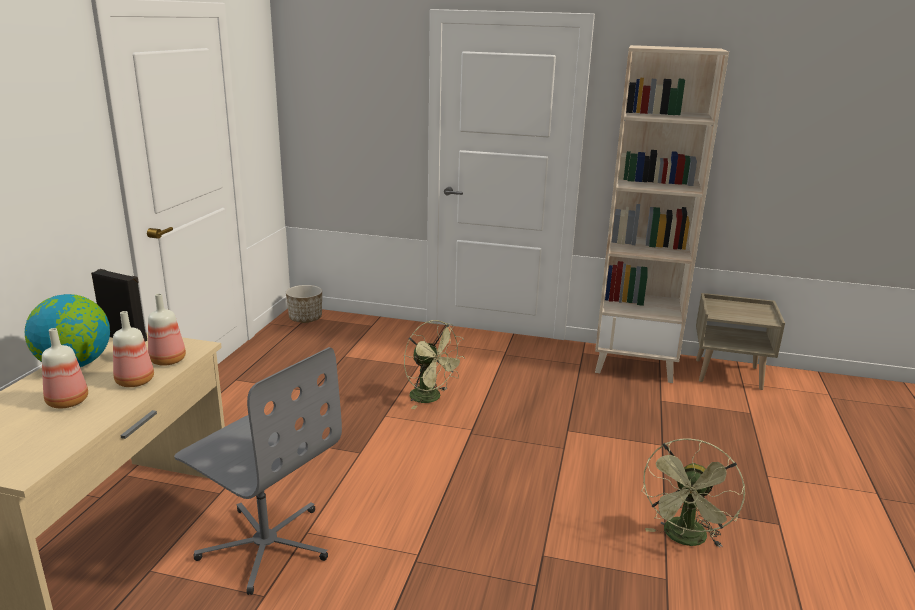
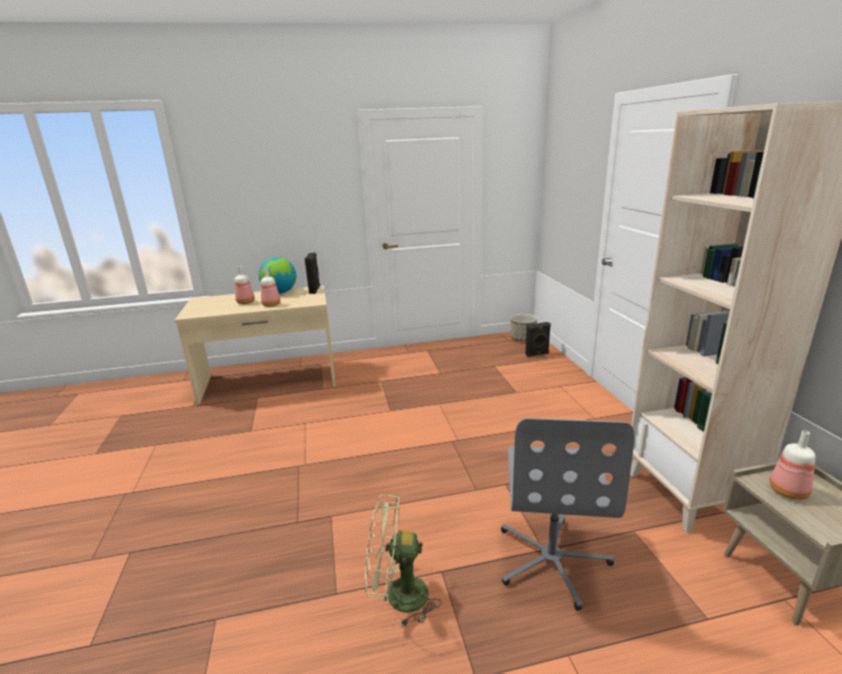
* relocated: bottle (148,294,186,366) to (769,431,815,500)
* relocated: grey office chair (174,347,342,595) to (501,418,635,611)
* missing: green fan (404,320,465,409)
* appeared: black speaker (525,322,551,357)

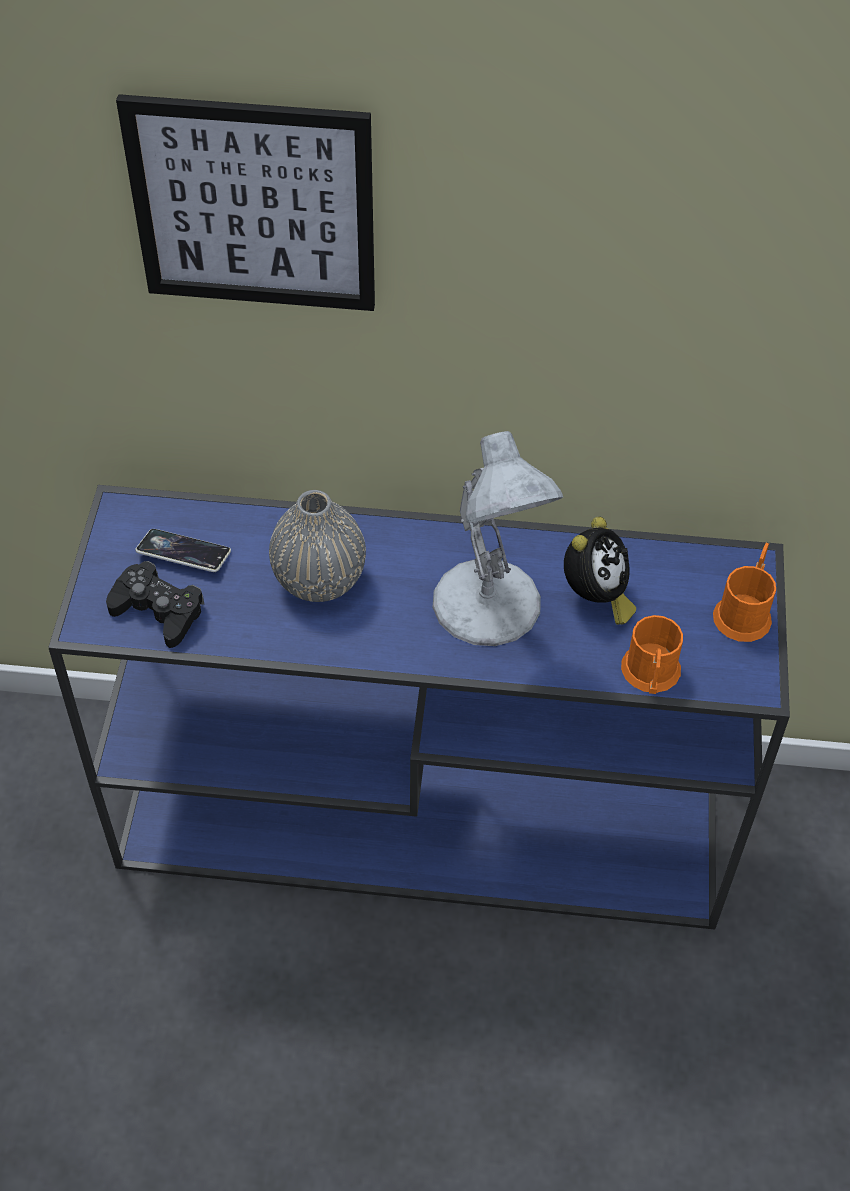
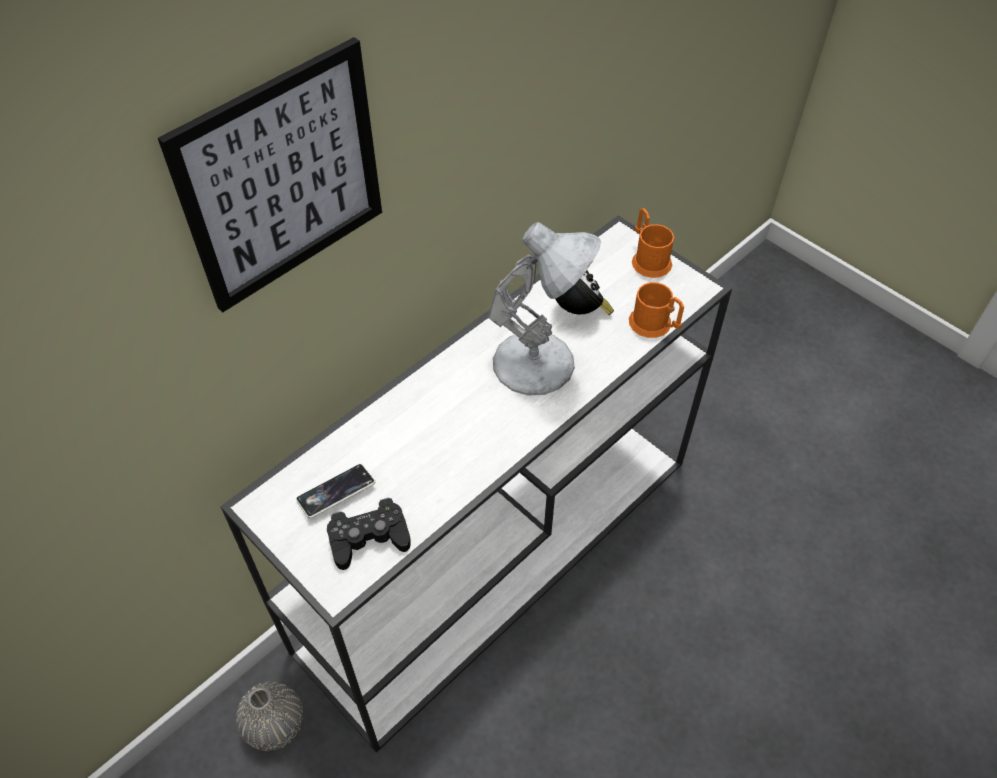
* colour: blue console table (48,485,790,930) to white console table (221,215,732,753)
* relocated: grey vase (269,490,366,602) to (236,681,303,751)

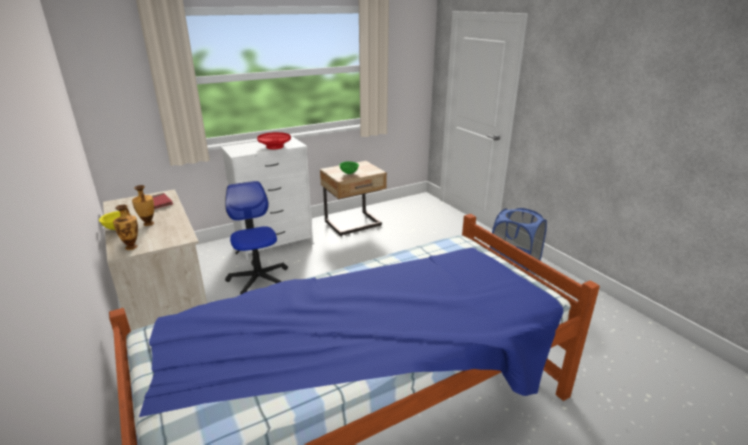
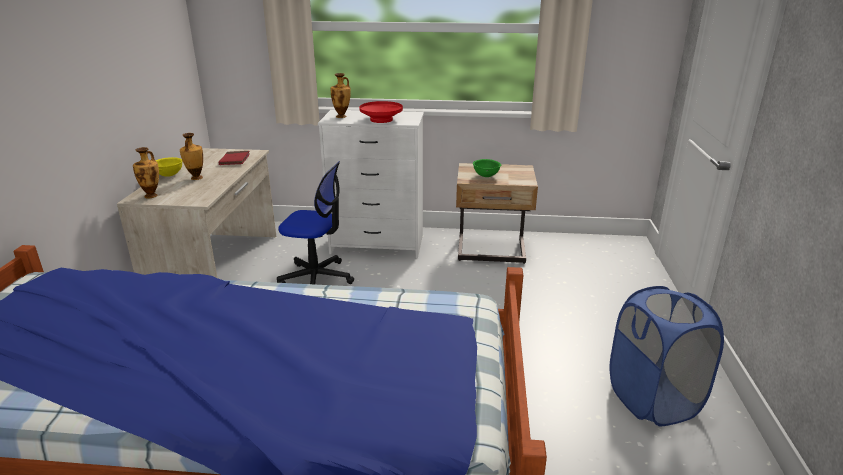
* spun: office chair (225,181,288,294) = (277,161,354,285) 90 degrees clockwise
* appeared: vase (331,73,351,118)

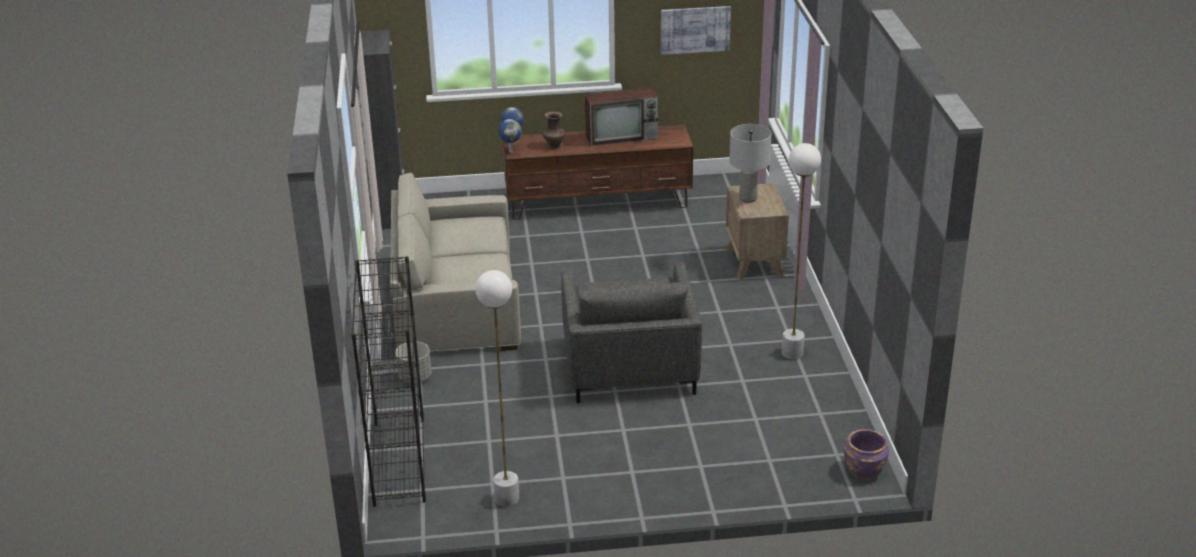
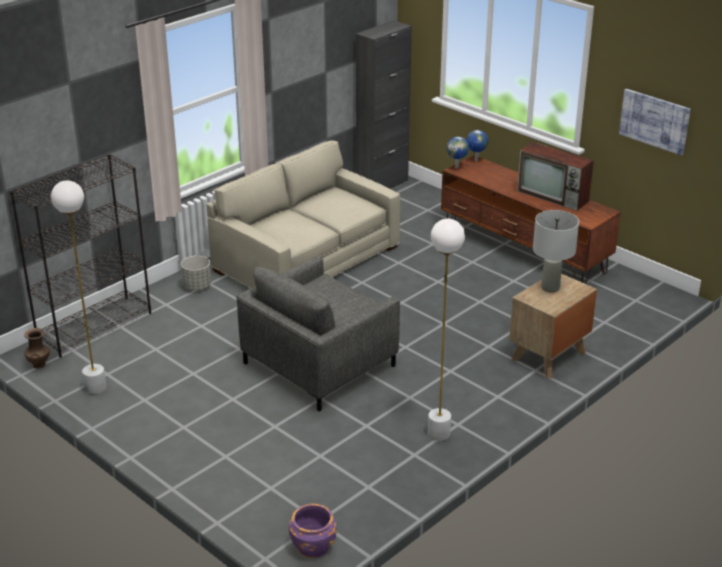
* relocated: brown vase (543,112,565,149) to (24,328,50,369)

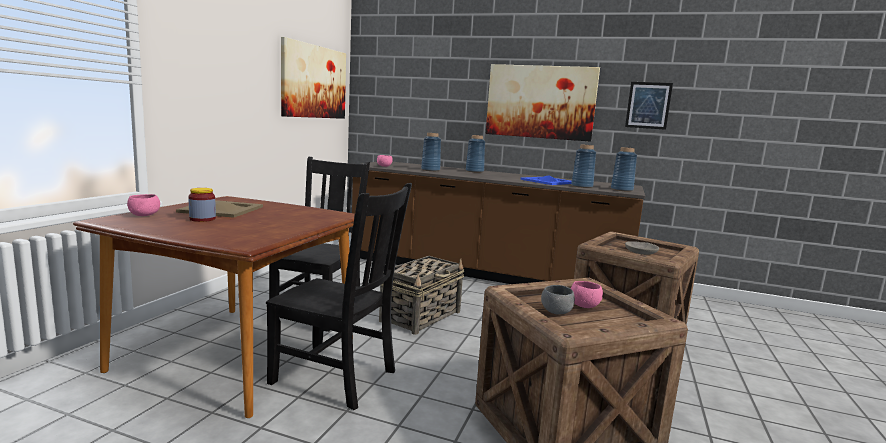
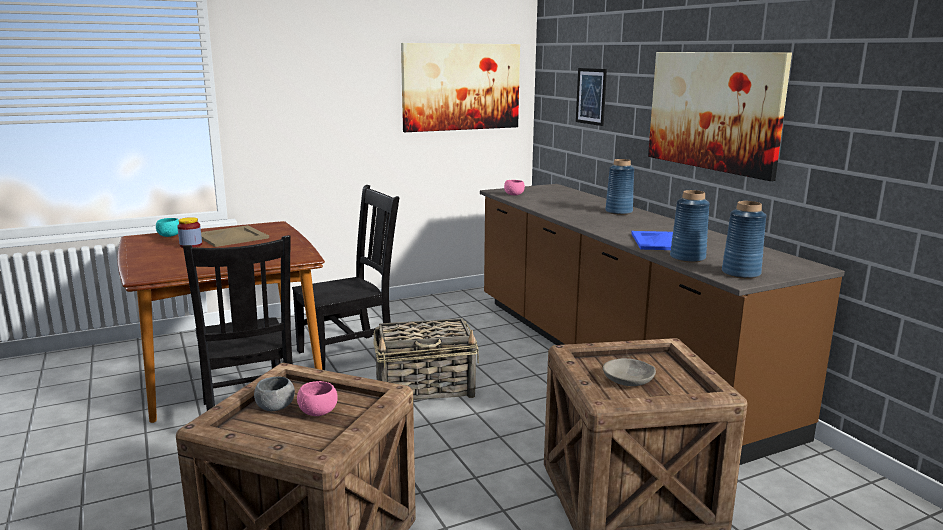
* colour: pink bowl (127,194,160,216) to turquoise bowl (156,218,179,237)
* missing: blue vase (421,133,441,171)
* relocated: picture (625,82,673,130) to (576,68,607,126)

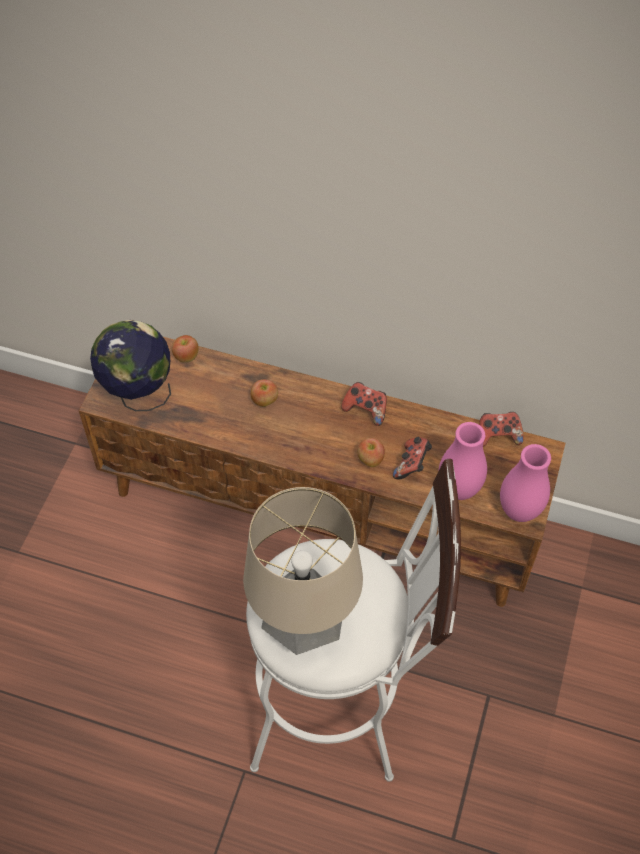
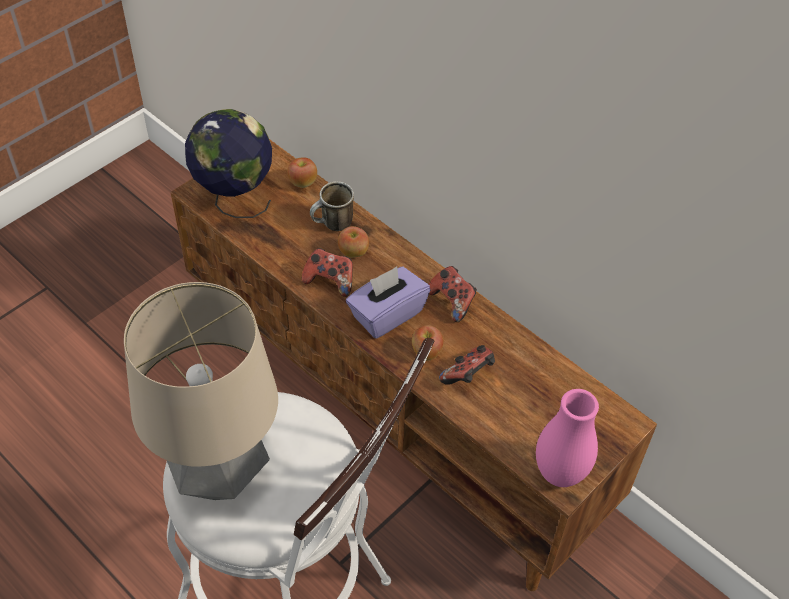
* missing: pink vase (439,422,487,500)
* relocated: game controller (479,412,524,447) to (302,248,353,297)
* appeared: mug (310,181,354,231)
* appeared: purple tissue box (346,267,430,339)

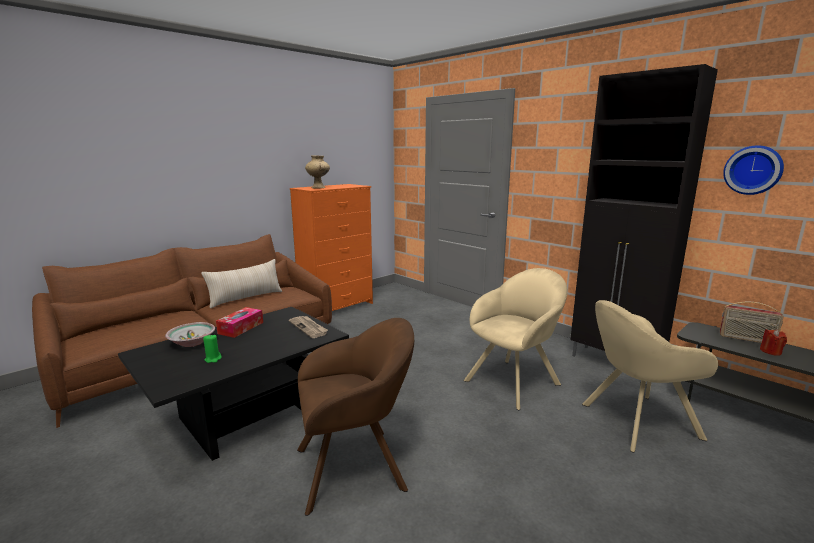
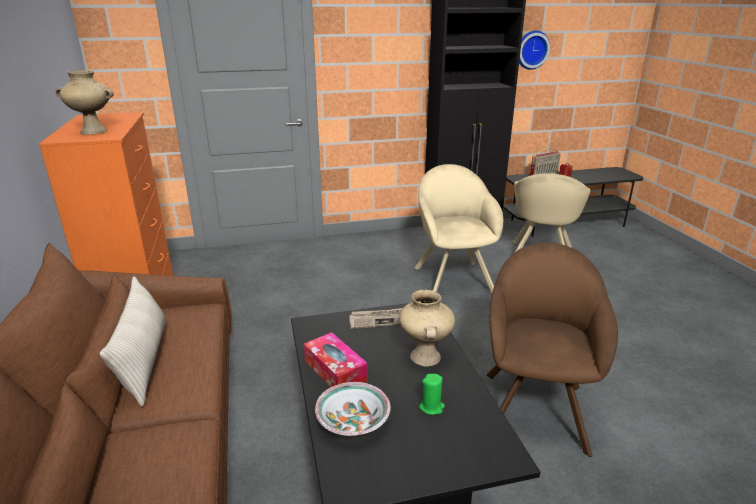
* appeared: beige vase (399,290,455,366)

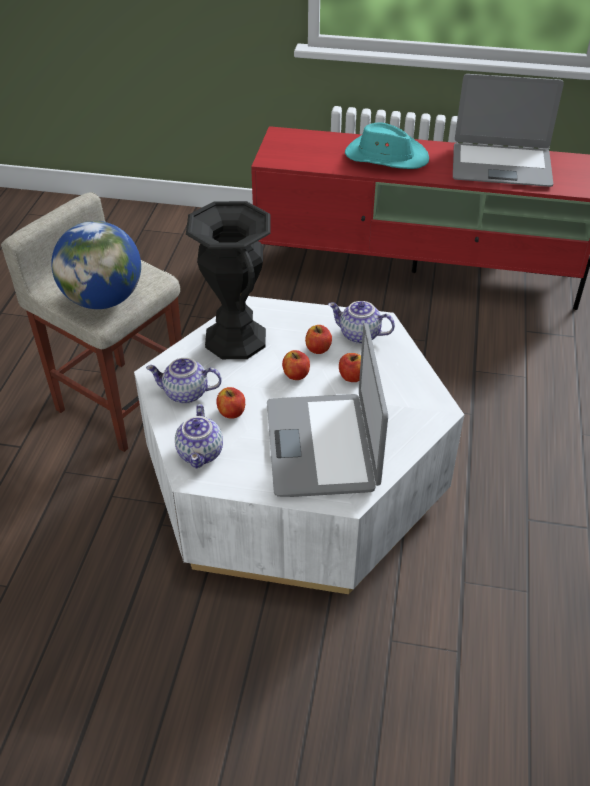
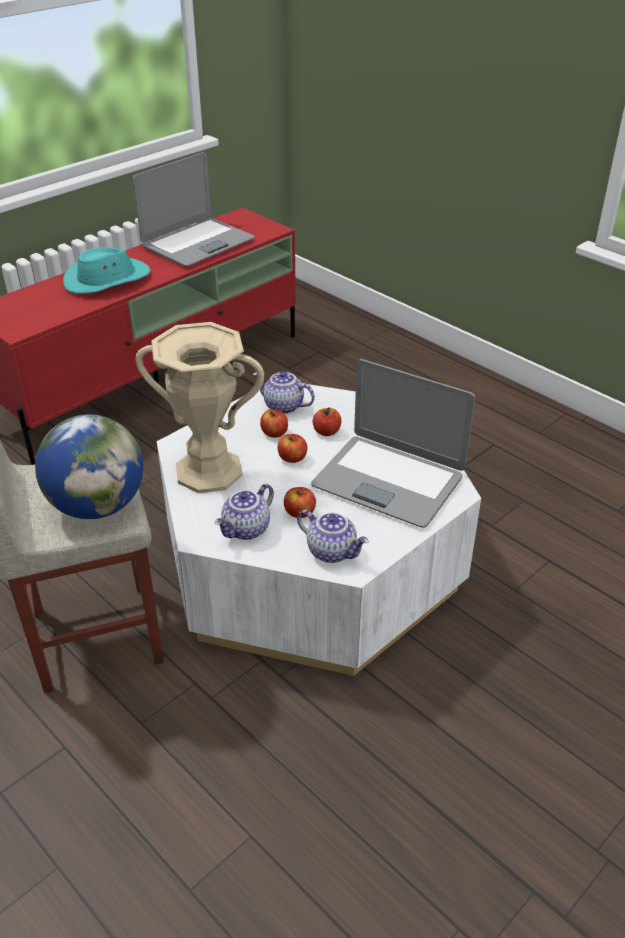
* colour: black vase (186,201,271,359) to beige vase (136,322,264,493)
* spun: teapot (328,301,395,344) = (253,371,315,414) 60 degrees clockwise

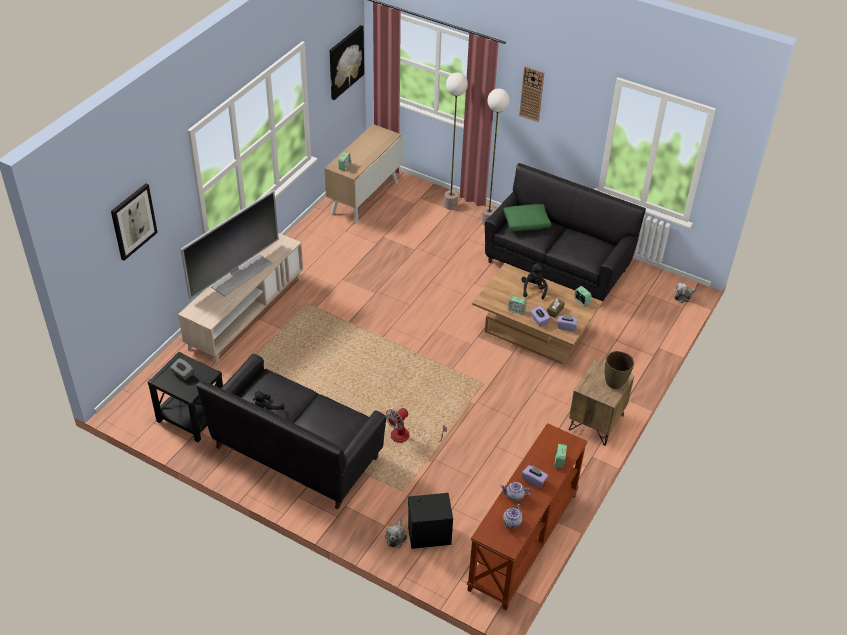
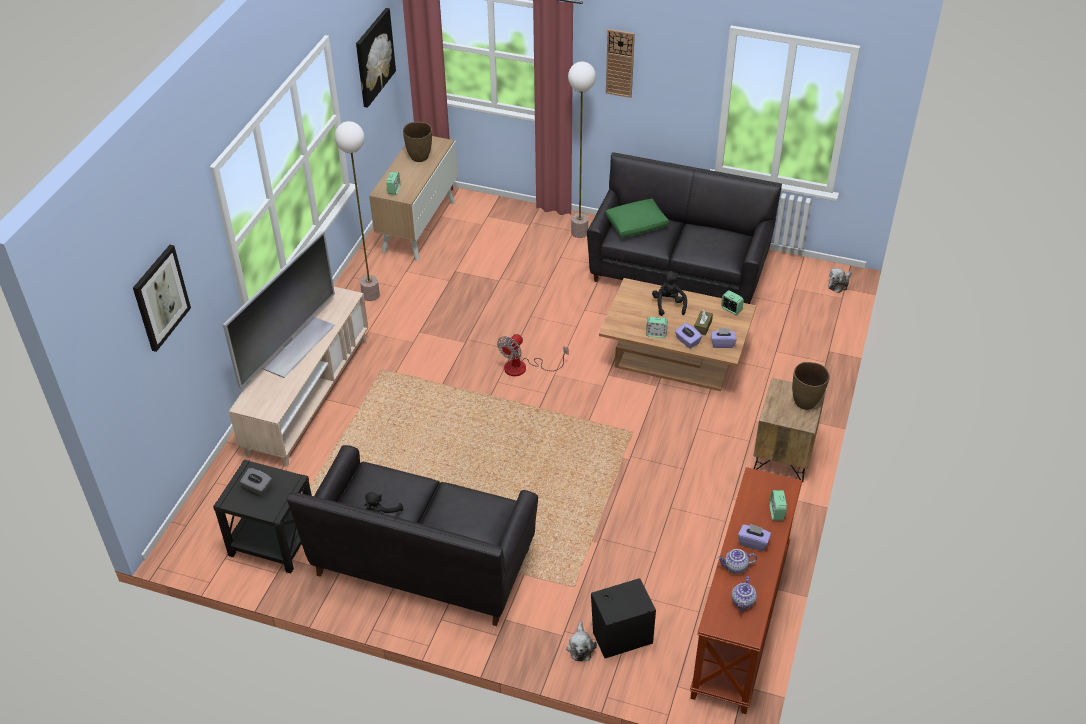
* relocated: fan (385,408,447,444) to (497,334,569,376)
* relocated: floor lamp (444,73,468,210) to (334,121,380,301)
* appeared: brown vase (403,122,432,162)

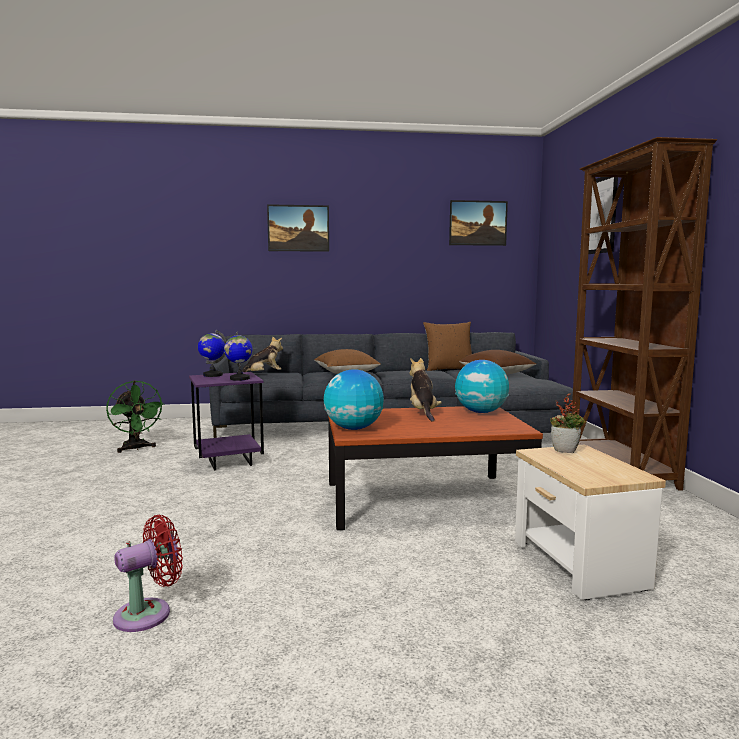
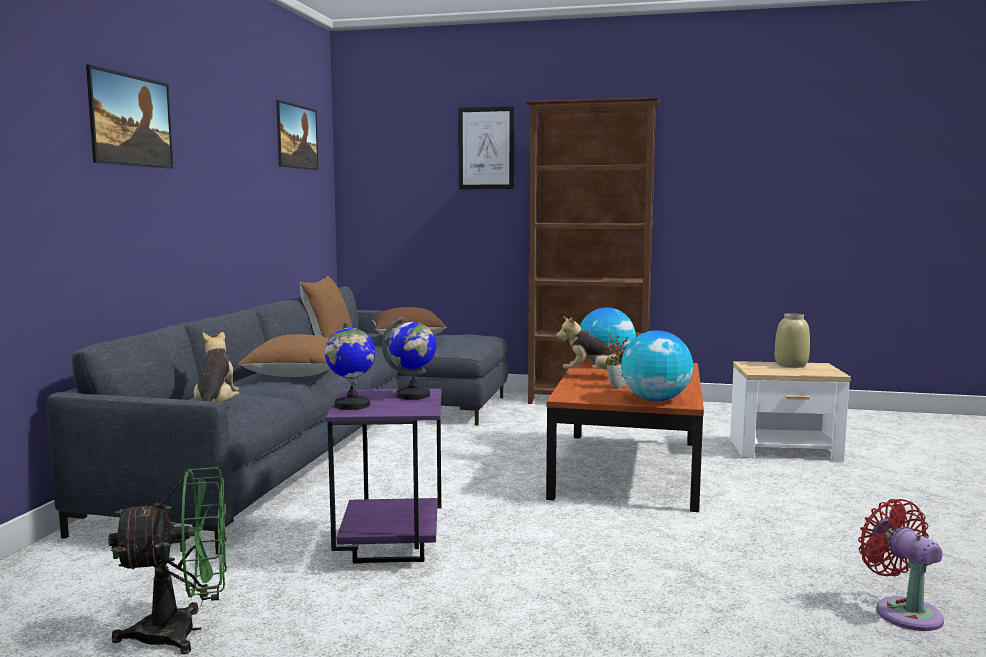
* relocated: potted plant (550,393,586,453) to (605,332,628,389)
* appeared: beige vase (775,313,810,368)

